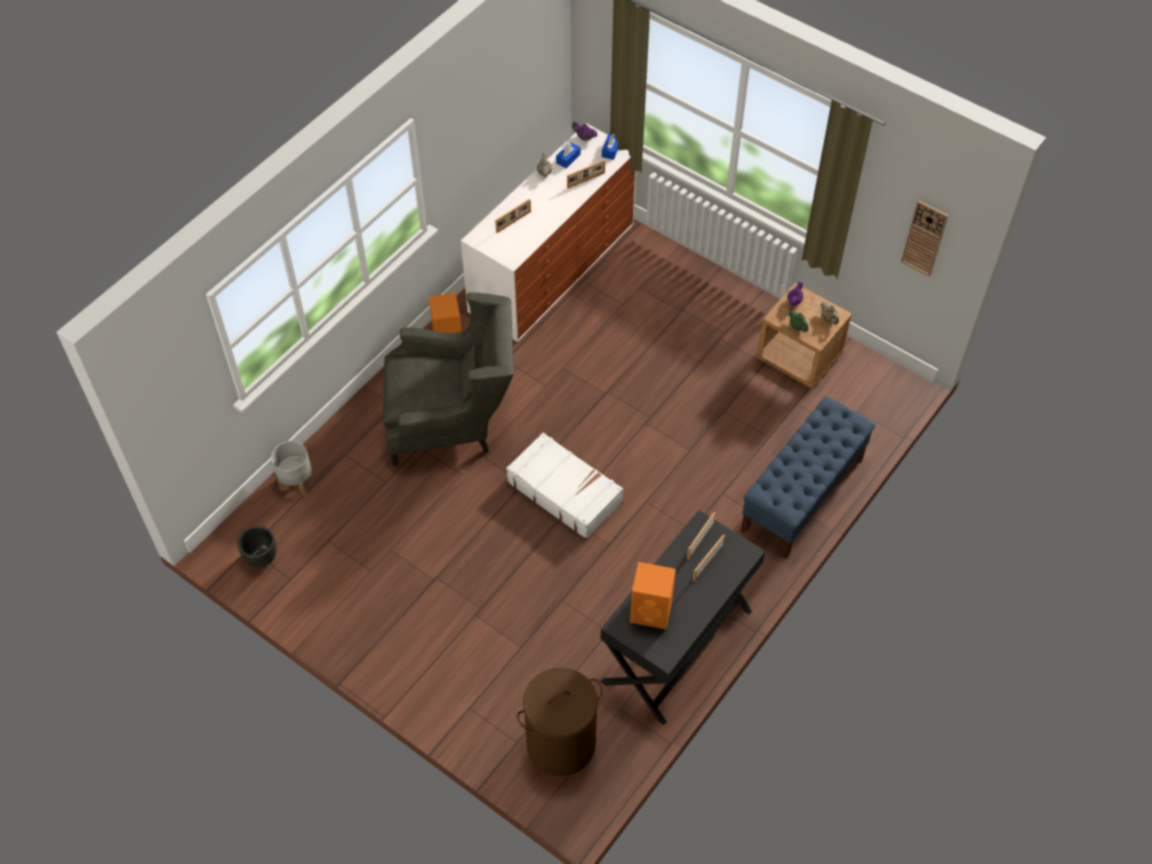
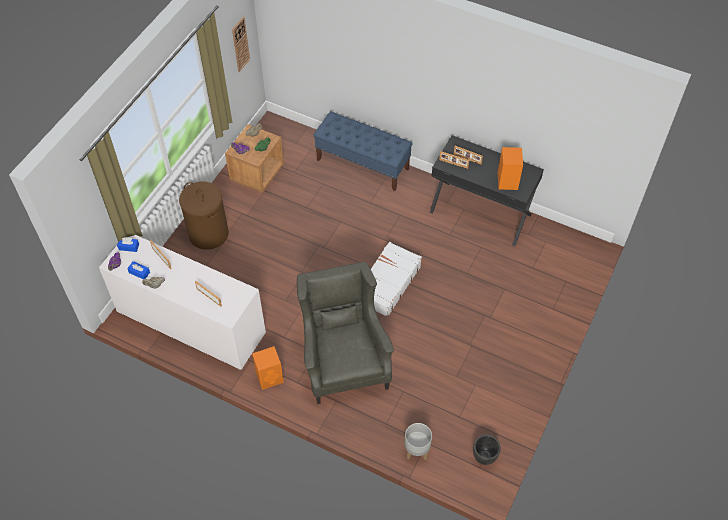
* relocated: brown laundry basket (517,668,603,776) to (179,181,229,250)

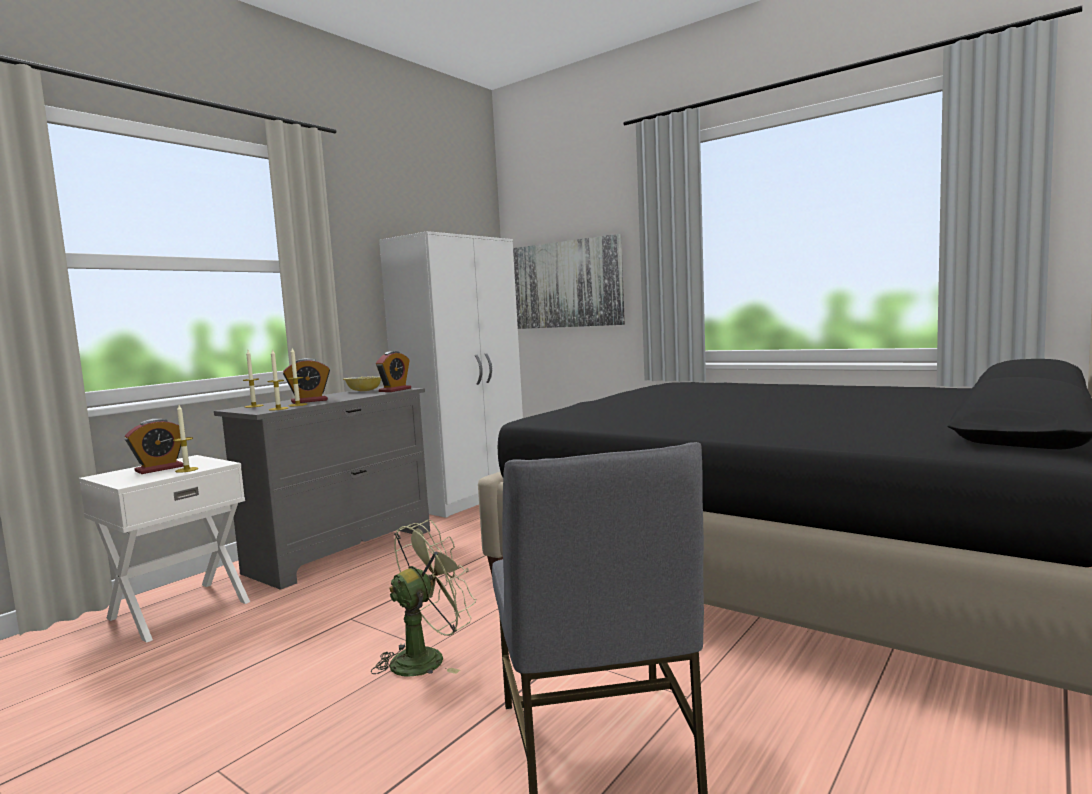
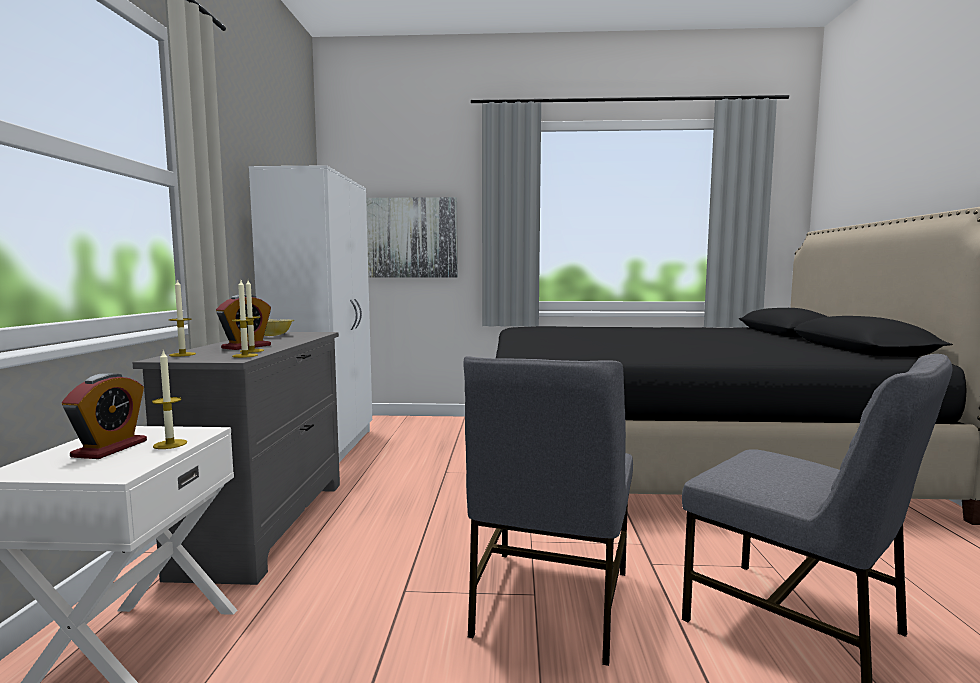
* exchanged: green fan (371,519,476,677) to grey chair (463,356,633,666)
* missing: alarm clock (376,351,411,392)

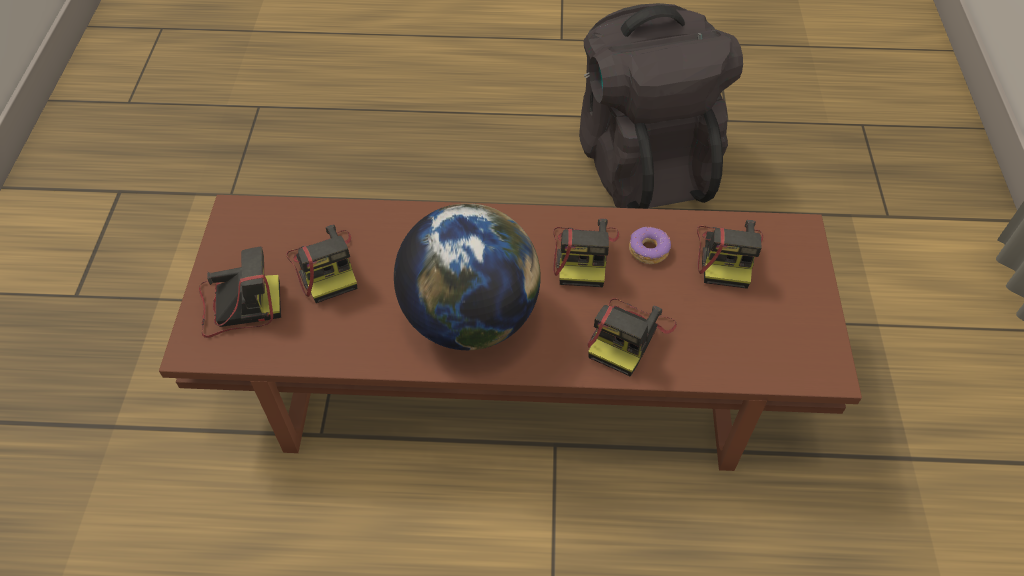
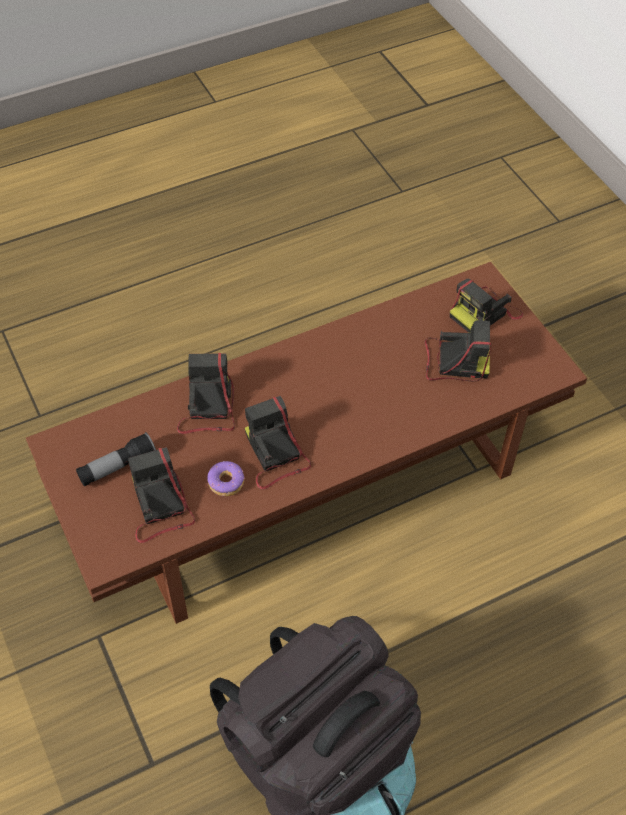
* spun: photo camera (286,224,357,303) = (425,320,491,381) 150 degrees clockwise
* missing: globe (394,203,541,350)
* appeared: flashlight (76,432,156,486)

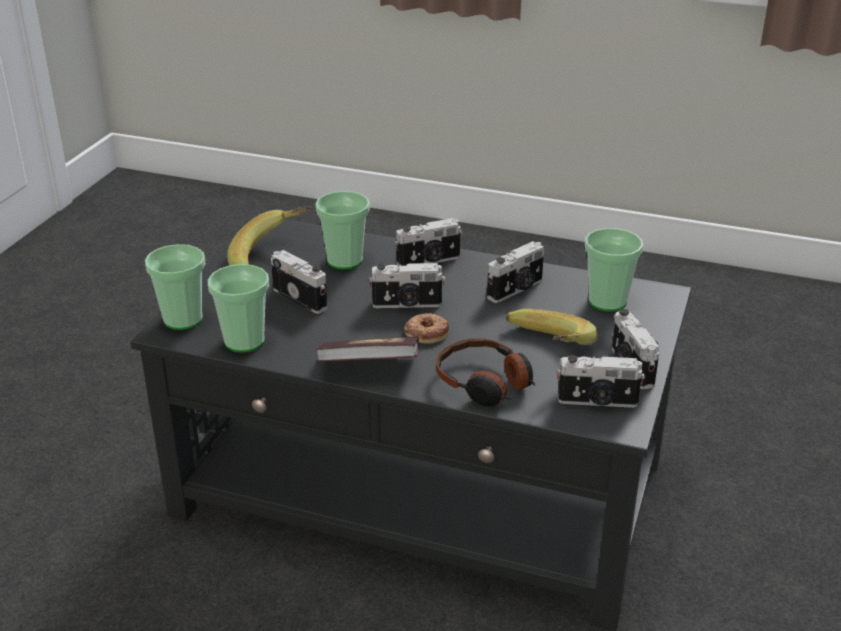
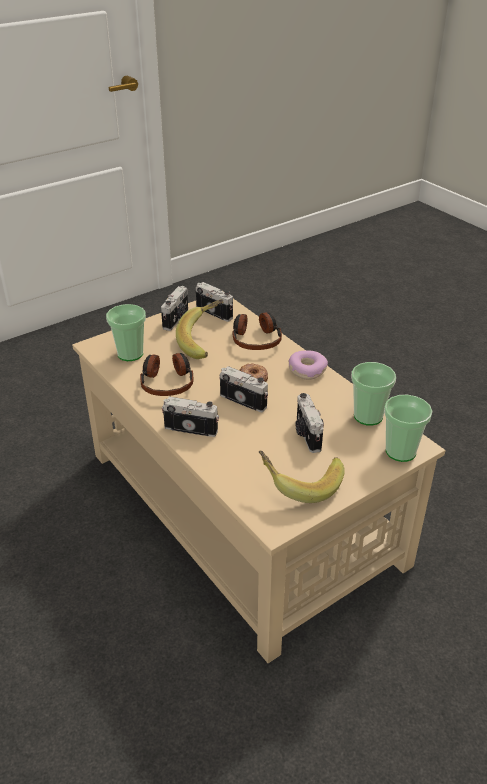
* colour: black coffee table (130,219,691,631) to beige coffee table (72,291,446,663)
* missing: cup (315,191,370,270)
* exchanged: book (316,337,419,362) to donut (288,351,328,380)
* exchanged: photo camera (487,241,544,303) to headphones (140,353,193,396)

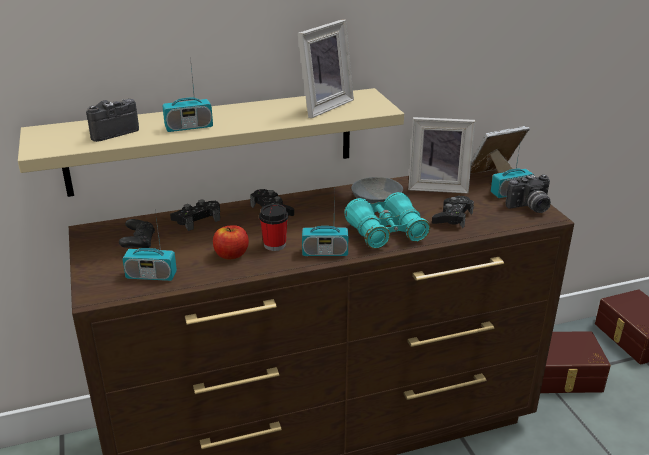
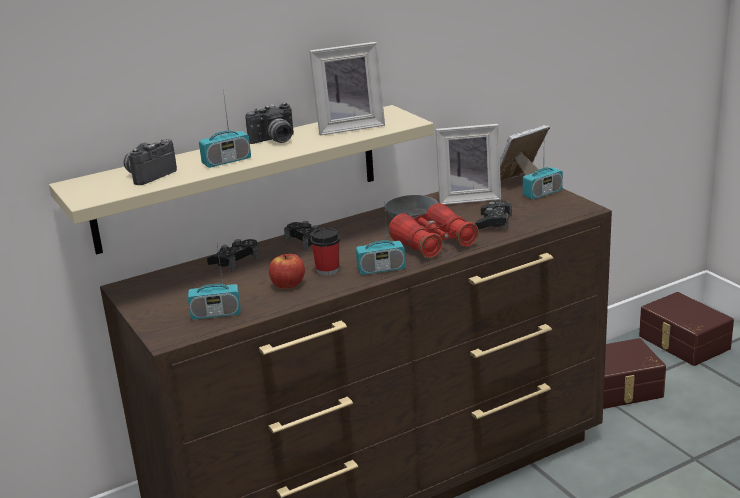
* missing: black game controller (119,219,155,248)
* spun: picture frame (298,19,354,118) = (309,42,385,135) 45 degrees clockwise
* colour: turquoise binoculars (344,192,430,249) to red binoculars (389,203,479,258)
* relocated: photo camera (506,174,551,213) to (245,103,294,144)

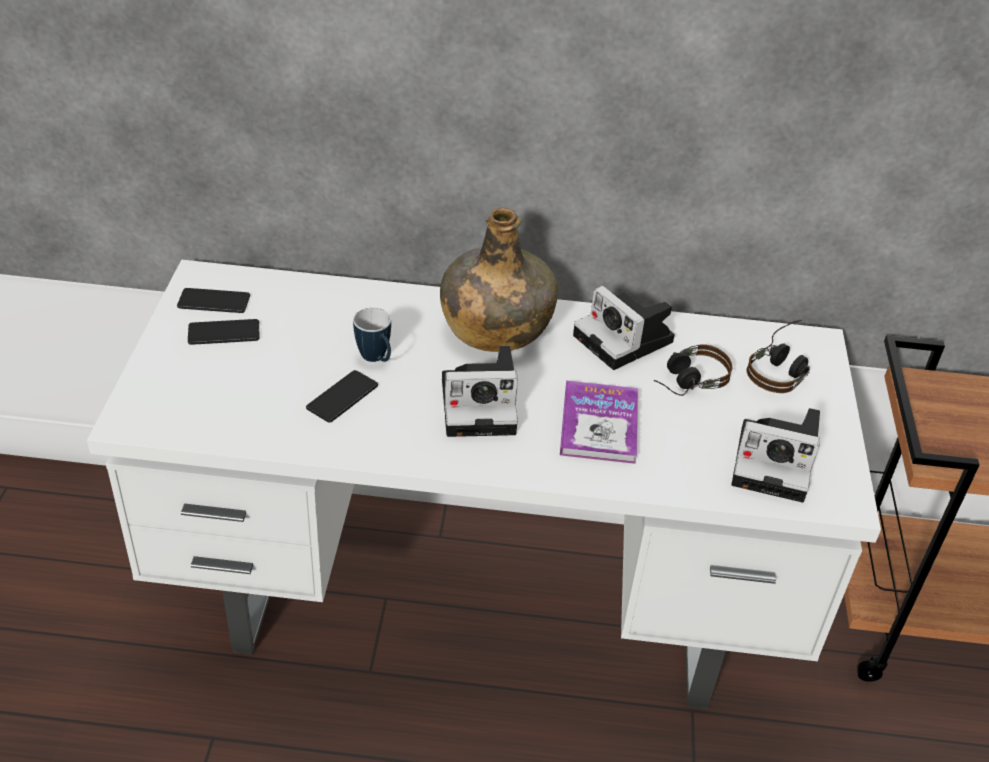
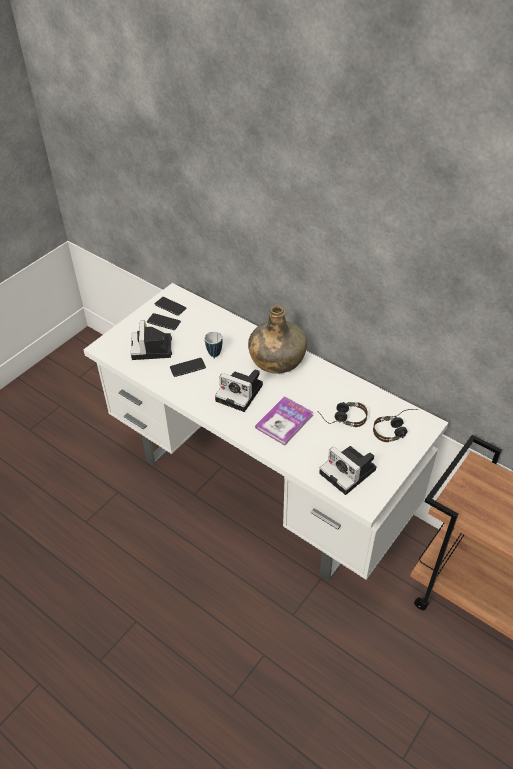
* relocated: photo camera (573,286,675,370) to (131,320,172,360)

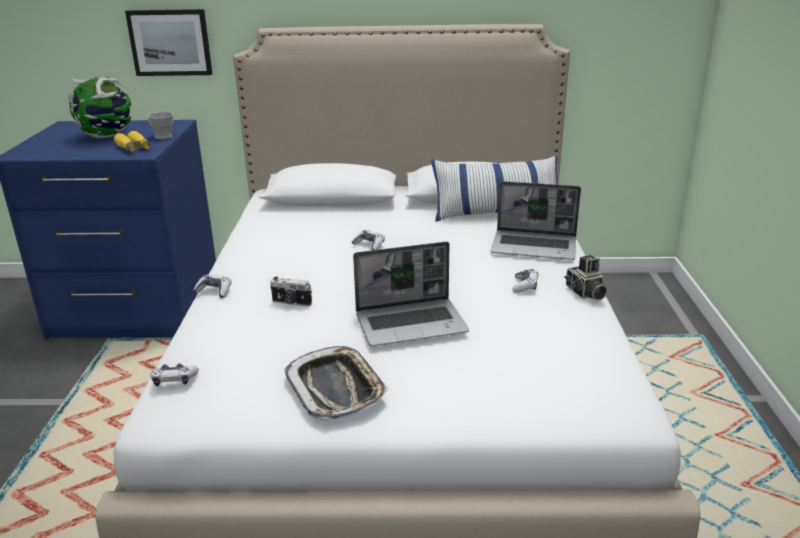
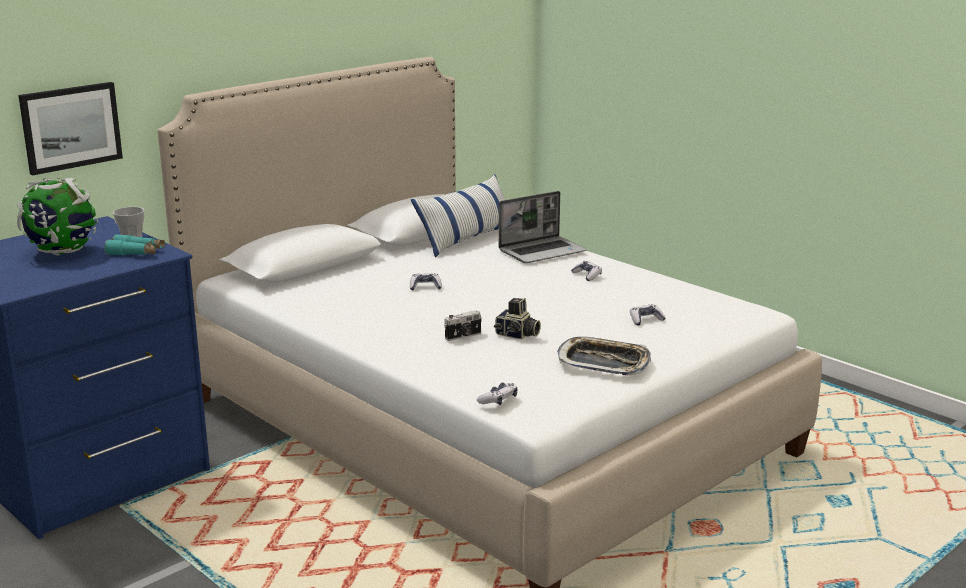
* colour: yellow binoculars (114,130,151,152) to turquoise binoculars (104,234,165,255)
* relocated: game controller (193,274,231,298) to (630,304,666,326)
* missing: laptop (353,242,469,346)
* relocated: photo camera (564,255,608,301) to (494,298,541,339)

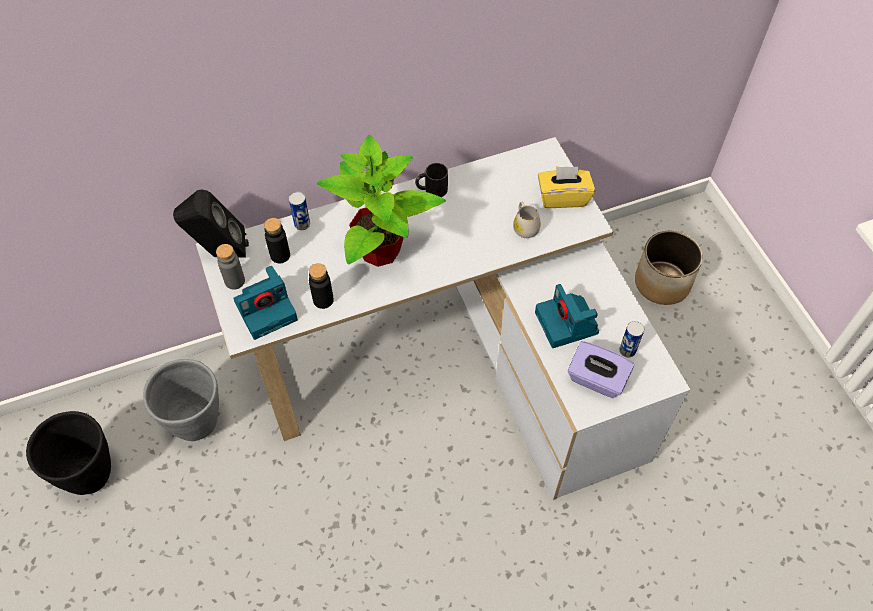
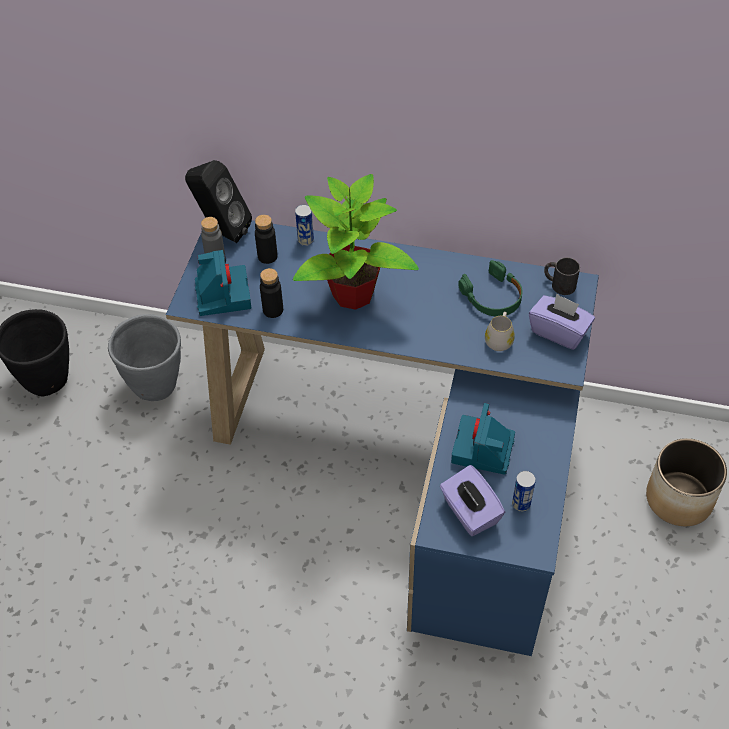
* colour: white desk (196,137,691,500) to blue desk (166,220,599,656)
* spun: photo camera (233,266,298,340) = (195,250,252,316) 105 degrees counterclockwise
* relocated: black mug (415,163,448,197) to (544,257,580,295)
* colour: yellow tissue box (538,166,595,208) to purple tissue box (529,293,595,350)
* appeared: green headphones (458,260,523,316)

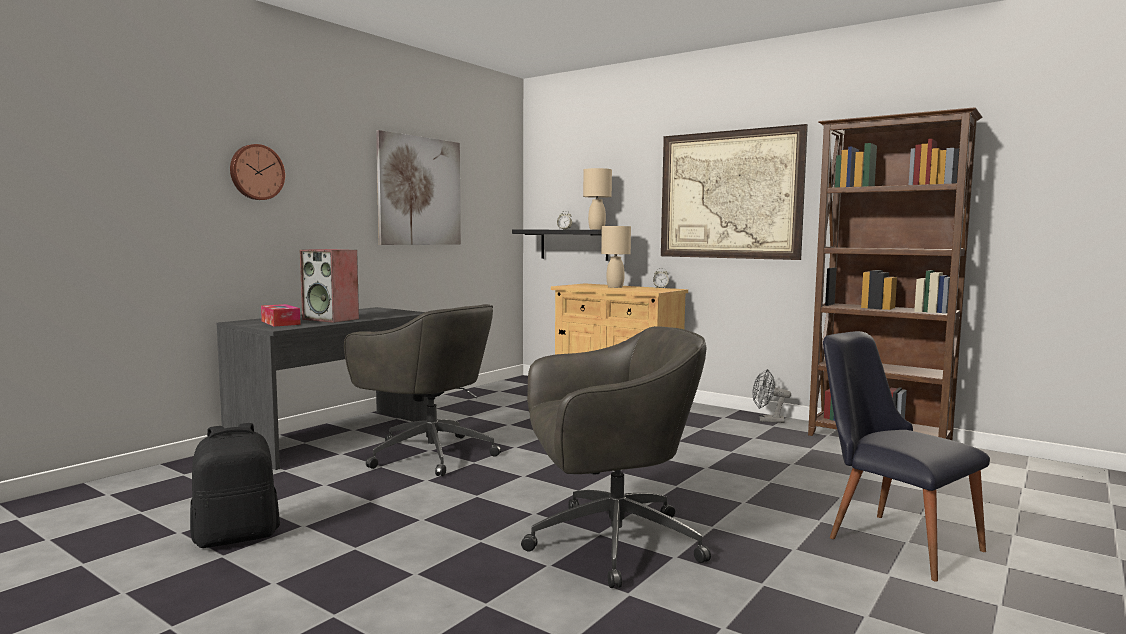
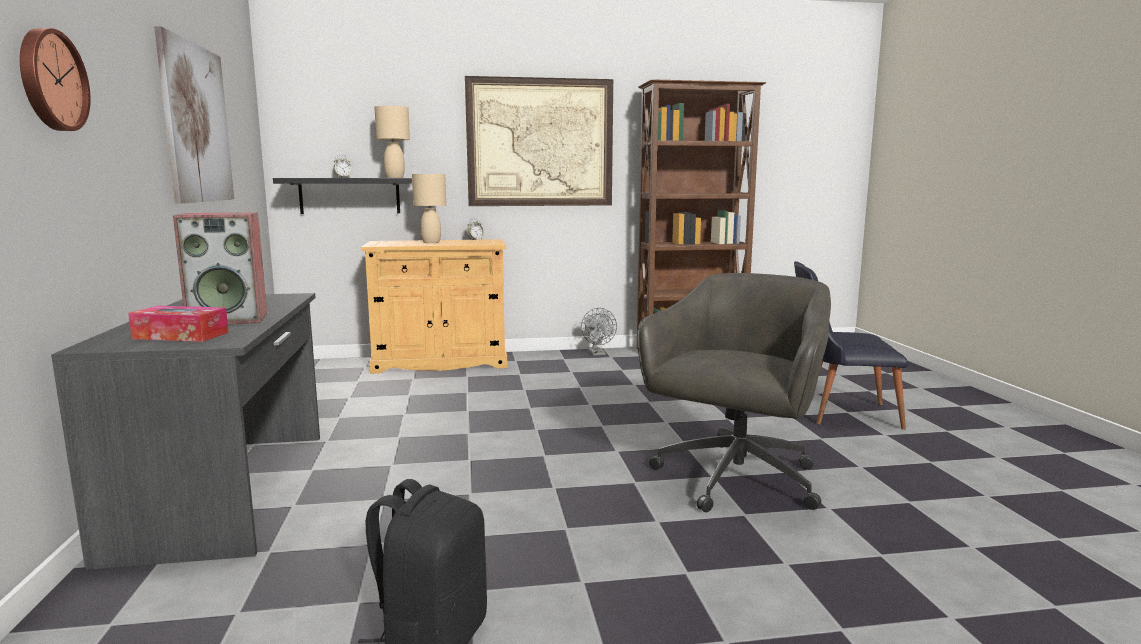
* missing: grey office chair (344,304,501,476)
* spun: grey fan (753,369,791,423) = (581,308,617,356) 75 degrees counterclockwise

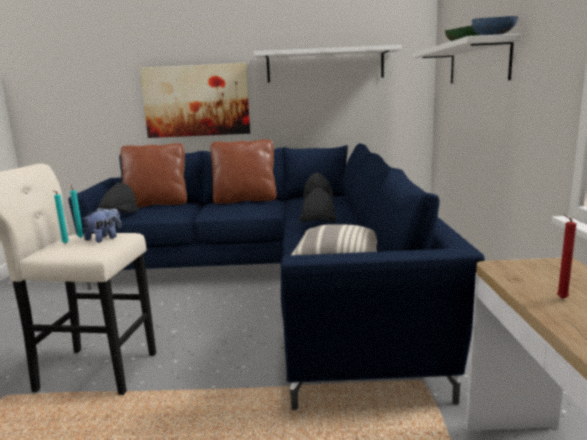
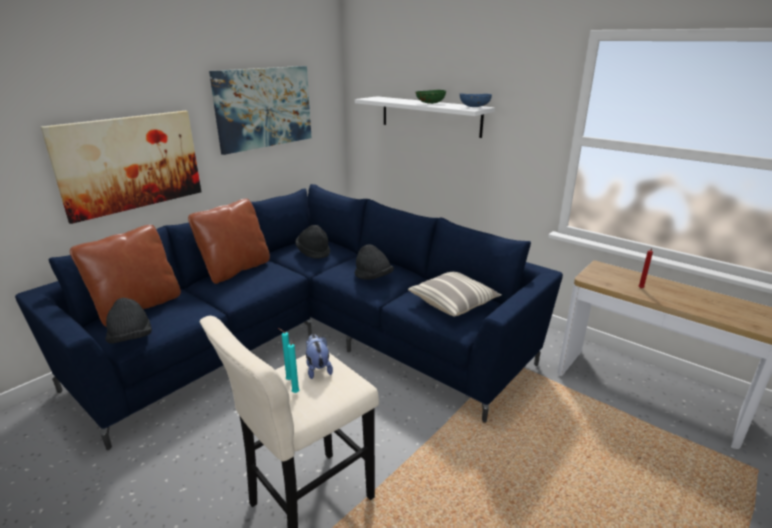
* exchanged: white shelf (254,45,402,83) to picture (209,66,312,155)

